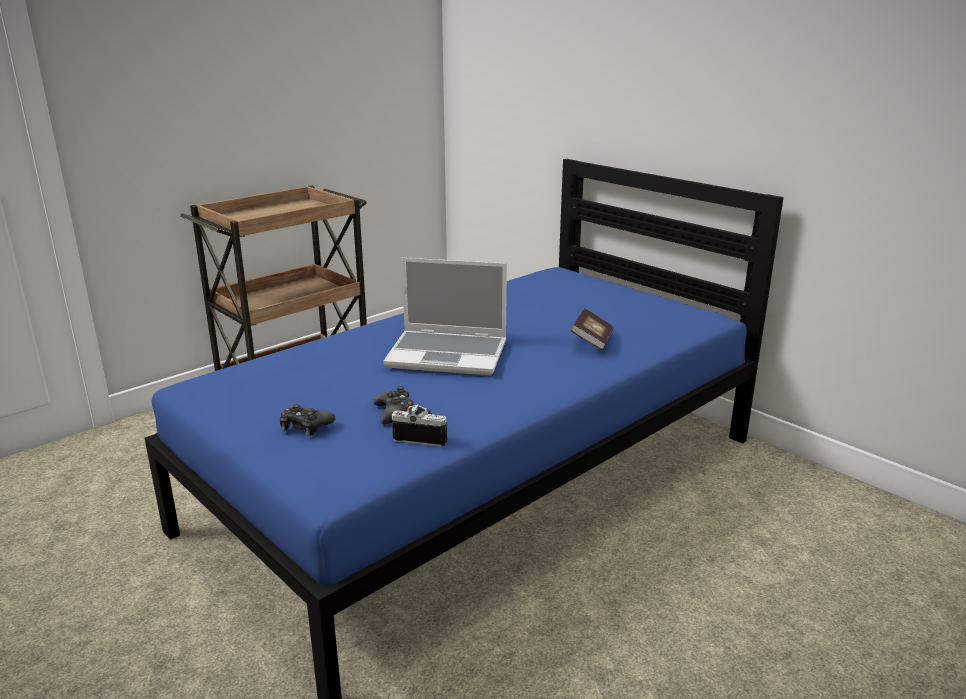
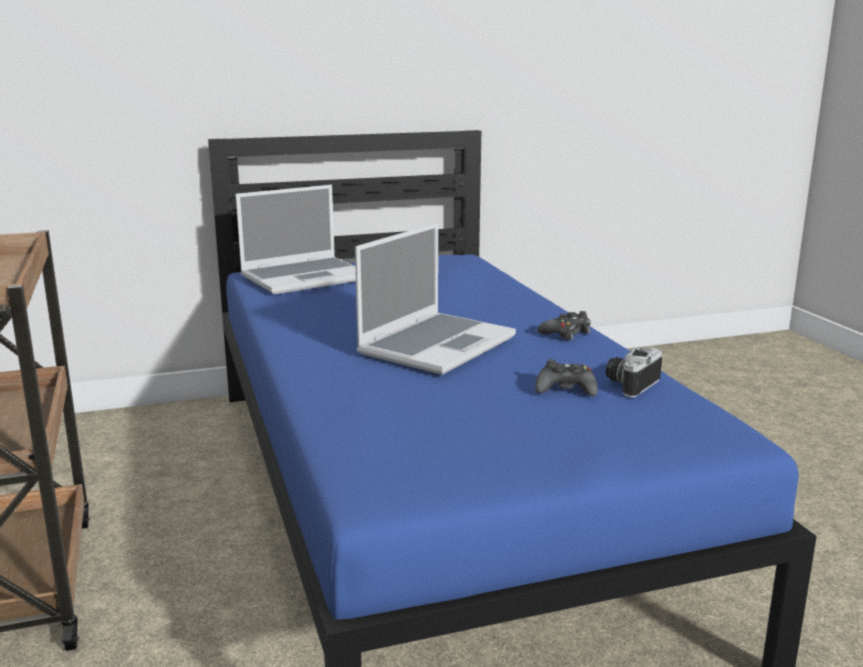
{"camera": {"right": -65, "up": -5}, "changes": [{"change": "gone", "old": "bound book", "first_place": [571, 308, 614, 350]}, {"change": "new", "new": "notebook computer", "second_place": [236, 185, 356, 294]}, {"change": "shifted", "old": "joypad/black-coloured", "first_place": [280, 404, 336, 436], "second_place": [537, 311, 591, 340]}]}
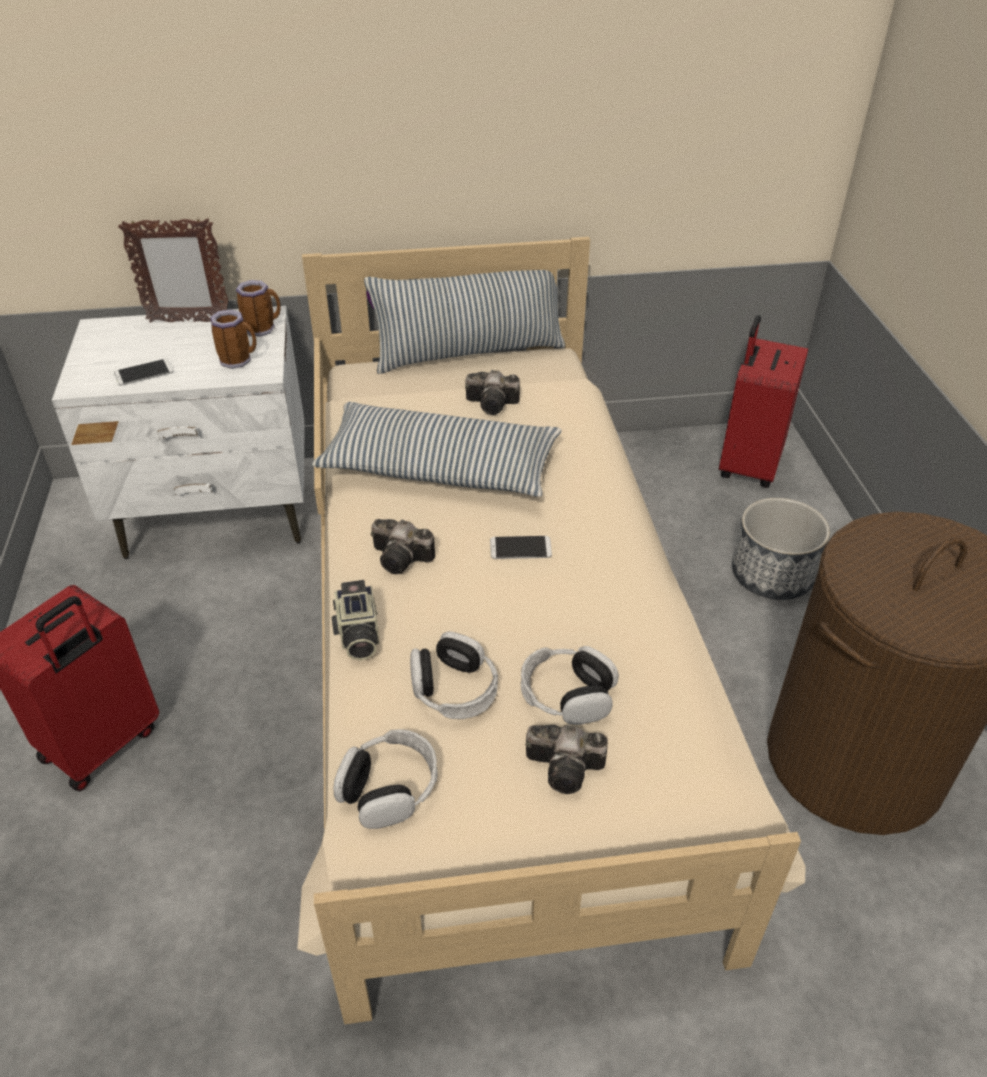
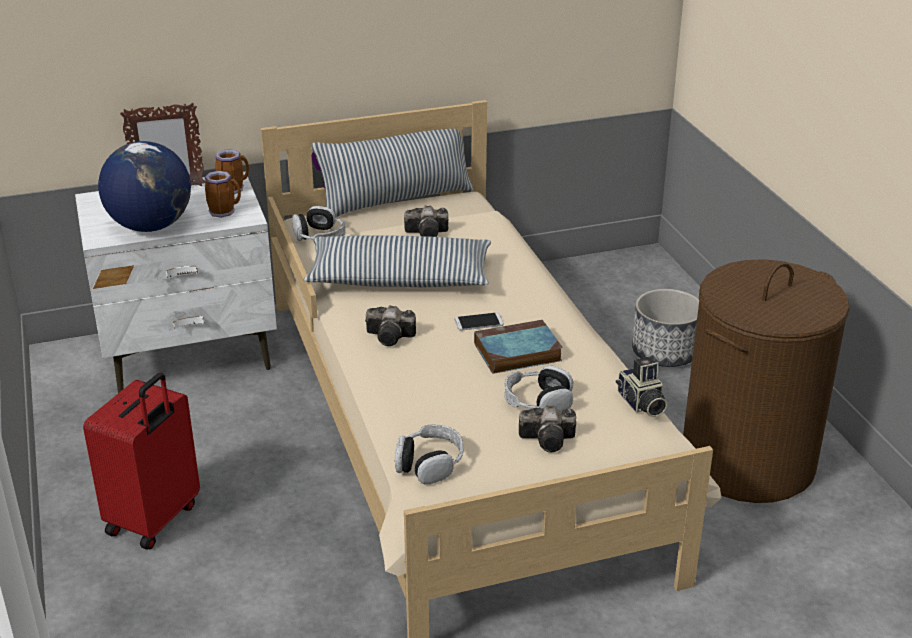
{"camera": {"right": -10, "up": -10}, "changes": [{"change": "gone", "old": "travel case/red", "first_place": [719, 315, 808, 488]}, {"change": "new", "new": "bound book", "second_place": [474, 320, 563, 374]}, {"change": "shifted", "old": "photo camera", "first_place": [332, 580, 379, 661], "second_place": [616, 357, 668, 417]}, {"change": "shifted", "old": "headset", "first_place": [410, 631, 498, 719], "second_place": [292, 206, 345, 241]}, {"change": "swapped", "old": "handset", "new": "world globe", "first_place": [114, 359, 174, 386], "second_place": [98, 141, 191, 232]}]}
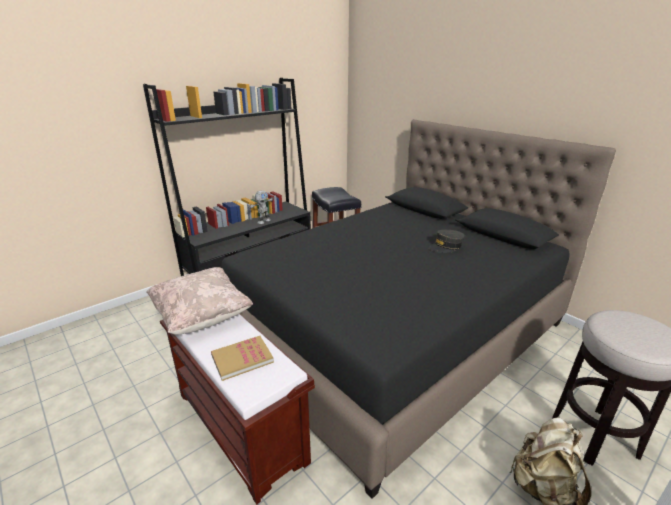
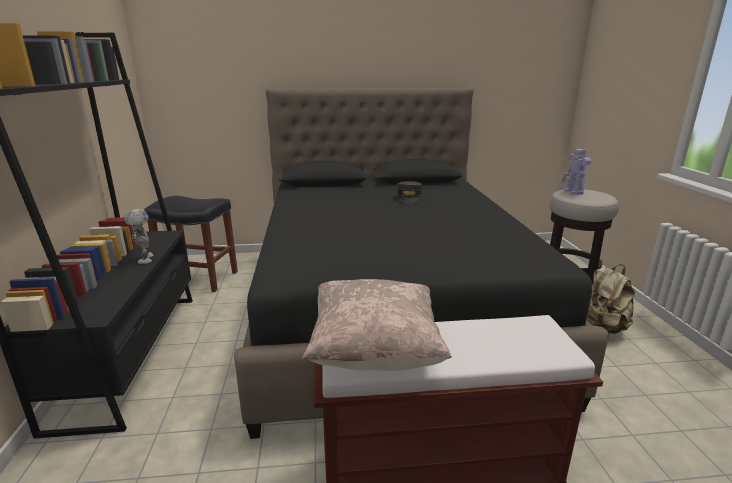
{"camera": {"right": -55, "up": -5}, "changes": [{"change": "gone", "old": "bound book", "first_place": [211, 336, 274, 381]}, {"change": "new", "new": "model robot", "second_place": [561, 149, 591, 195]}]}
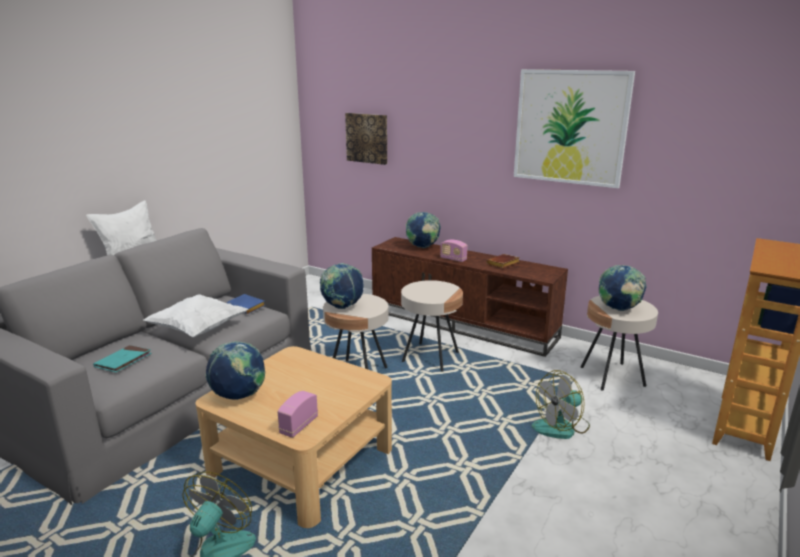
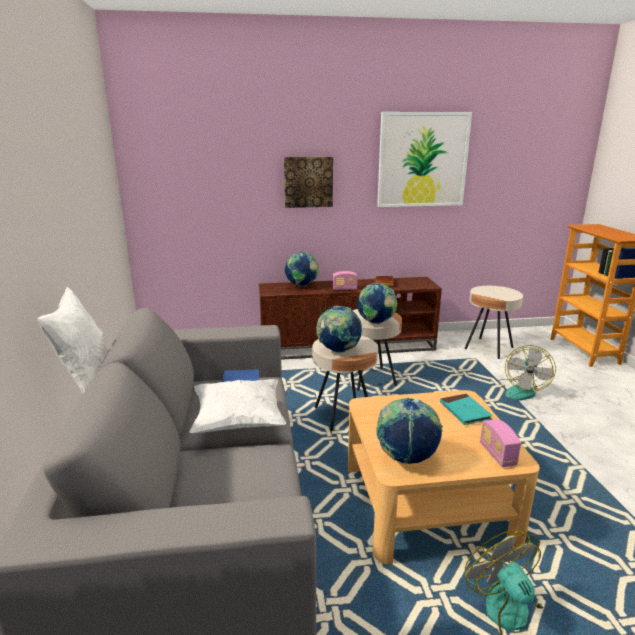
{"camera": {"right": -40, "up": 0}, "changes": [{"change": "shifted", "old": "bound book/turquoise", "first_place": [93, 345, 151, 372], "second_place": [440, 394, 493, 425]}, {"change": "shifted", "old": "wall art", "first_place": [345, 113, 387, 165], "second_place": [284, 157, 333, 208]}, {"change": "shifted", "old": "world globe", "first_place": [599, 265, 647, 311], "second_place": [357, 283, 397, 324]}]}
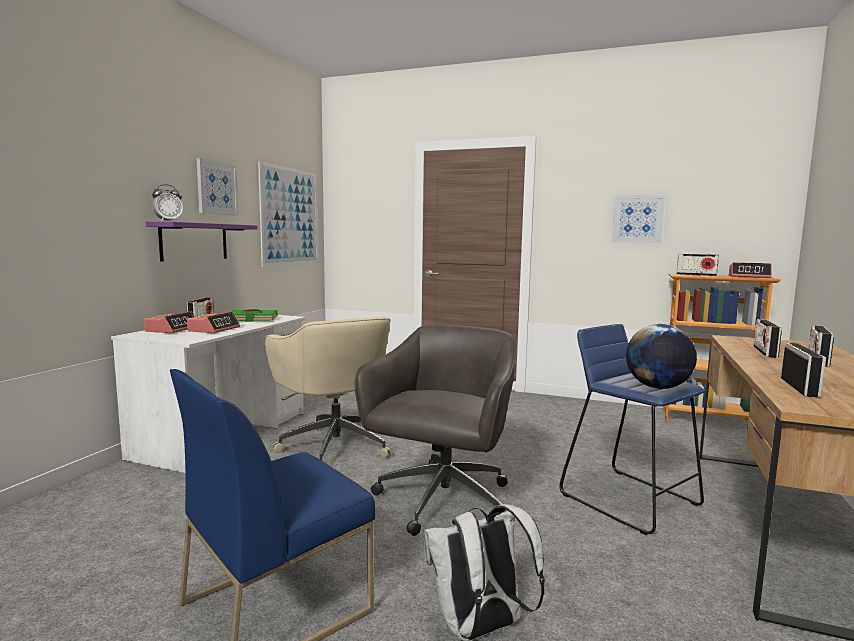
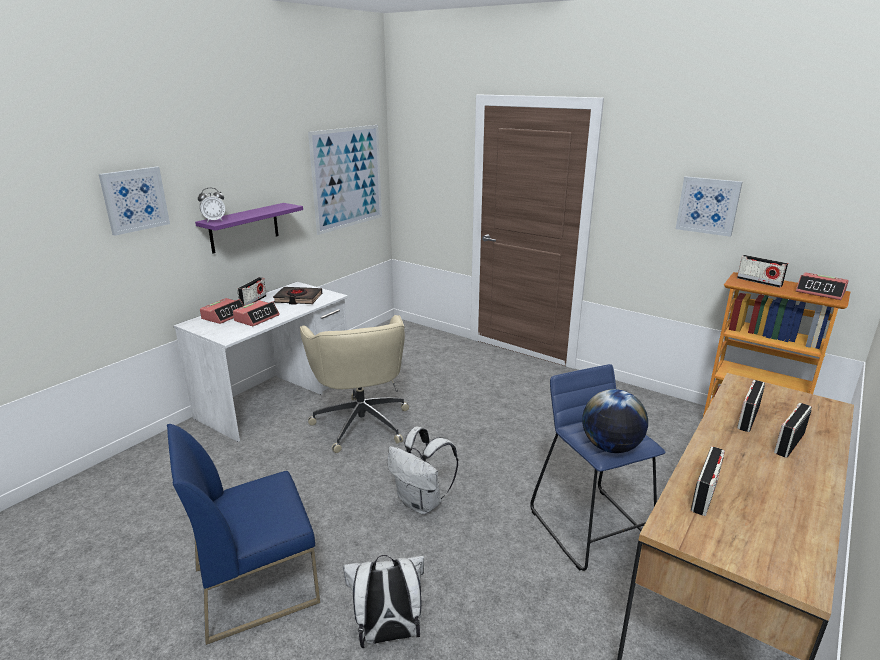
{"camera": {"right": 15, "up": 15}, "changes": [{"change": "shifted", "old": "wall art", "first_place": [197, 158, 238, 215], "second_place": [99, 167, 170, 236]}, {"change": "swapped", "old": "office chair/gray", "new": "backpack/white-coloured", "first_place": [355, 324, 516, 536], "second_place": [388, 427, 458, 515]}, {"change": "repainted", "old": "bound book/green", "new": "bound book/black-coloured", "first_place": [231, 309, 278, 322], "second_place": [273, 287, 322, 305]}]}
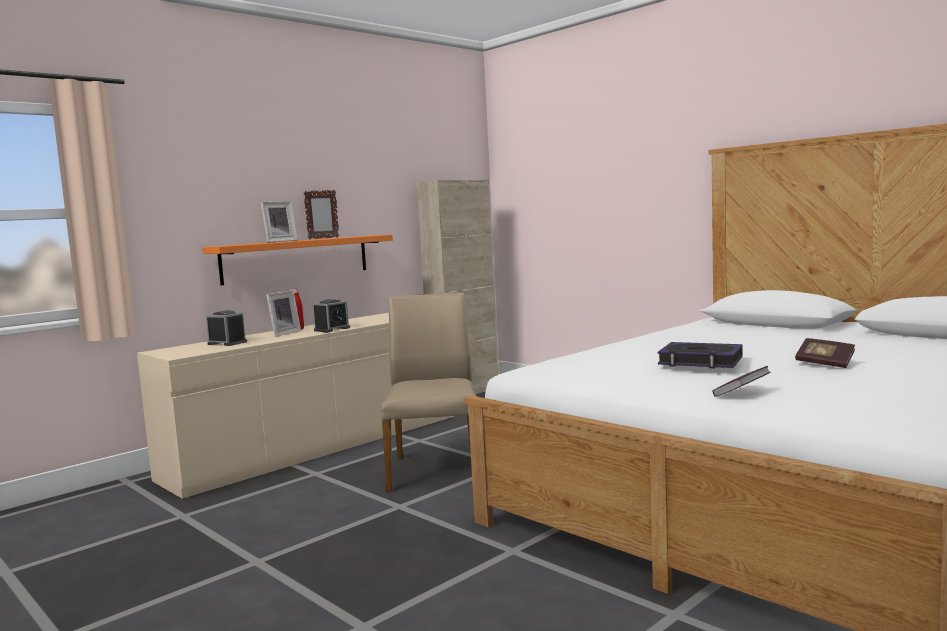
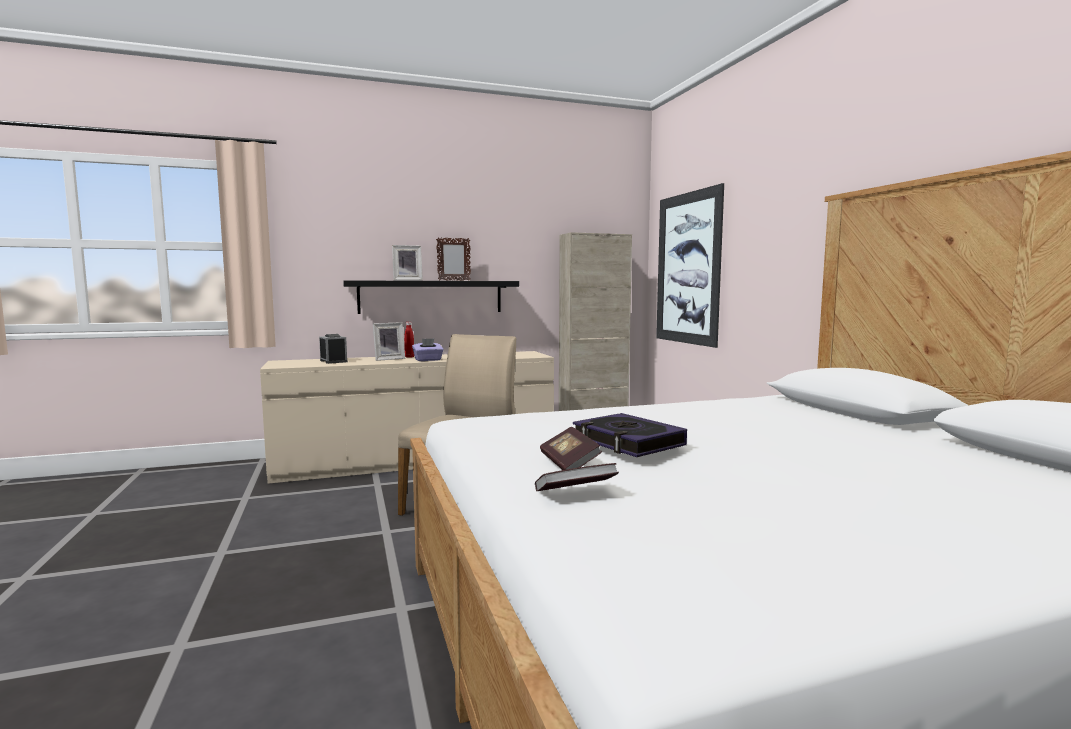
{"camera": {"right": 25, "up": 0}, "changes": [{"change": "new", "new": "wall art", "second_place": [656, 183, 724, 348]}, {"change": "shifted", "old": "bound book", "first_place": [795, 338, 855, 368], "second_place": [540, 426, 602, 470]}, {"change": "swapped", "old": "bedside clock", "new": "tissue holder/purple-coloured", "first_place": [313, 299, 350, 332], "second_place": [412, 339, 444, 361]}, {"change": "repainted", "old": "bracket shelf/orange-coloured", "new": "bracket shelf/black-coloured", "first_place": [202, 235, 393, 286], "second_place": [343, 280, 519, 314]}]}
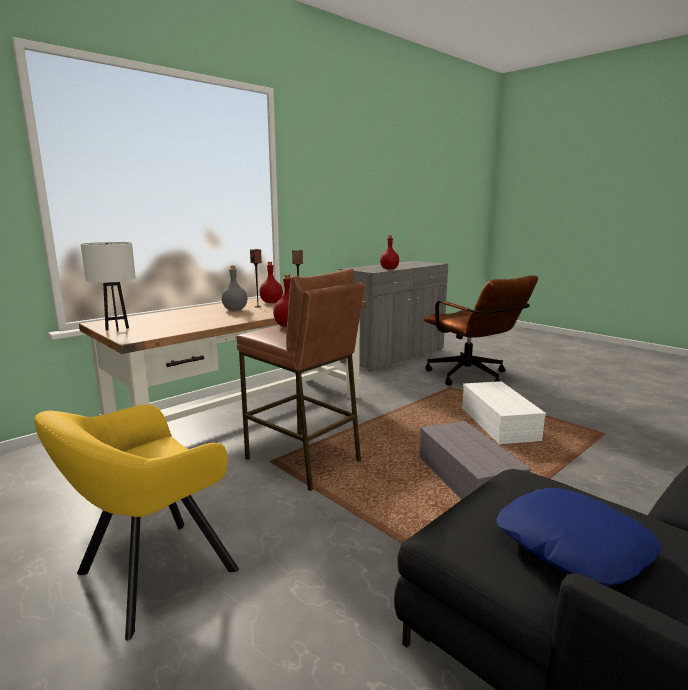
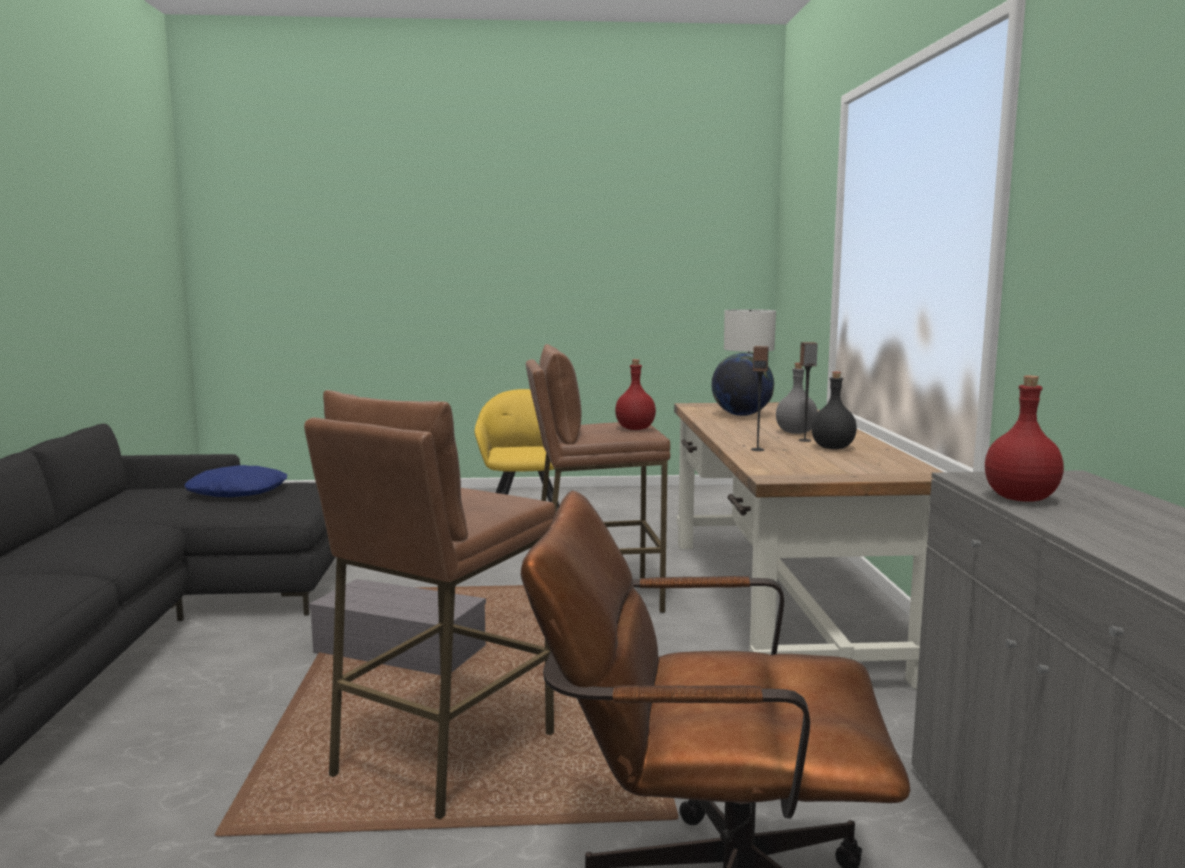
{"camera": {"right": 130, "up": -5}, "changes": [{"change": "new", "new": "world globe", "second_place": [711, 353, 774, 416]}, {"change": "swapped", "old": "storage bin/white-coloured", "new": "stool seat/brown", "first_place": [462, 381, 546, 444], "second_place": [304, 390, 555, 819]}, {"change": "repainted", "old": "beverage bottle/red", "new": "beverage bottle/black-coloured", "first_place": [259, 262, 283, 303], "second_place": [811, 372, 857, 449]}]}
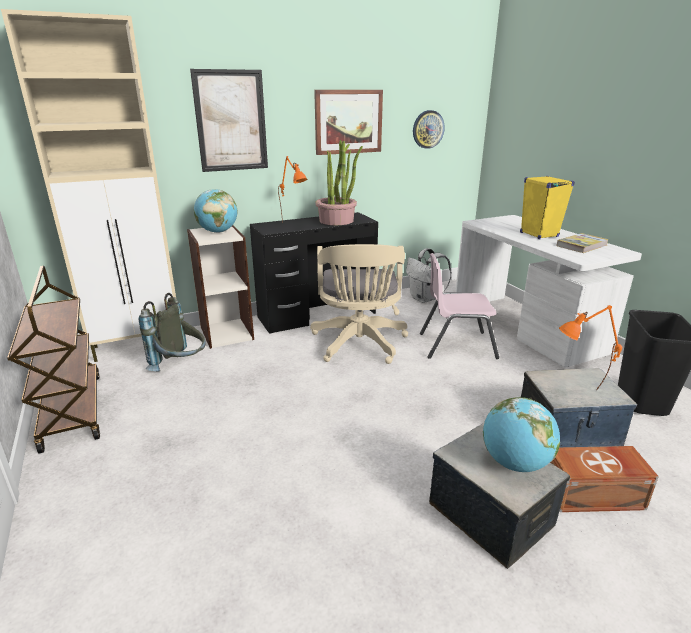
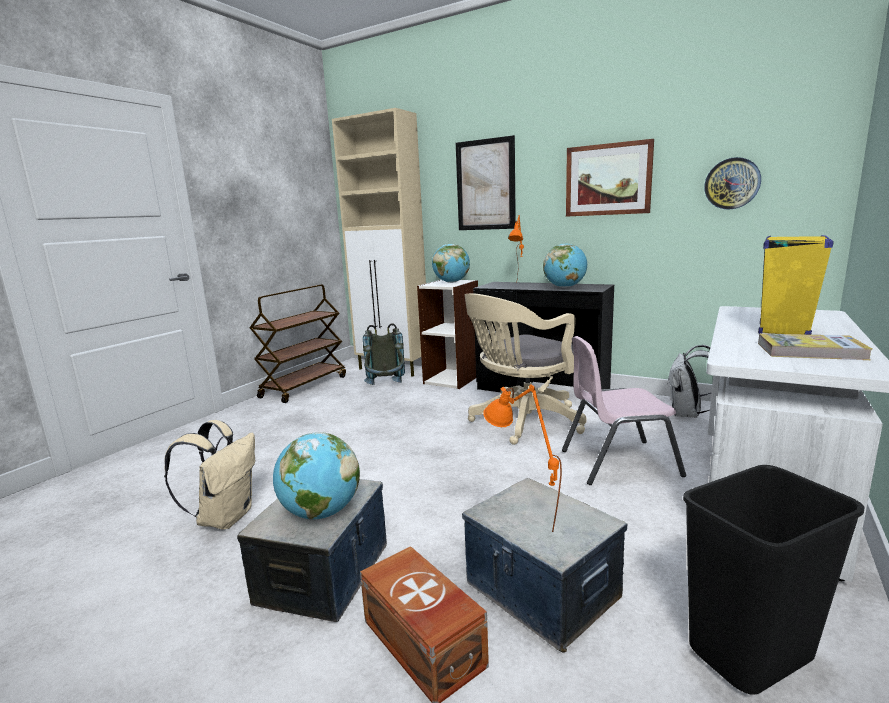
{"camera": {"right": 55, "up": -10}, "changes": [{"change": "new", "new": "backpack/beige-coloured", "second_place": [164, 420, 255, 530]}, {"change": "swapped", "old": "potted plant", "new": "world globe", "first_place": [315, 140, 363, 225], "second_place": [543, 243, 587, 288]}, {"change": "rotated", "old": "chair/pink", "first_place": [420, 253, 499, 359], "second_place": [562, 336, 686, 485], "degrees": -60}]}
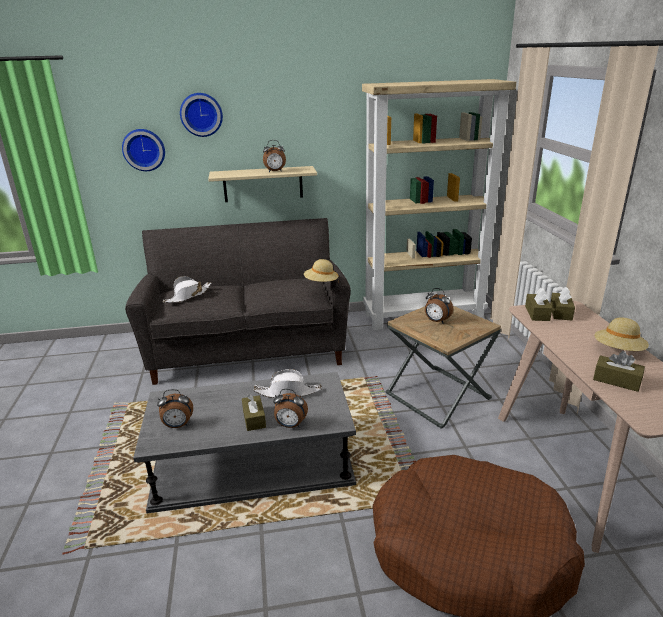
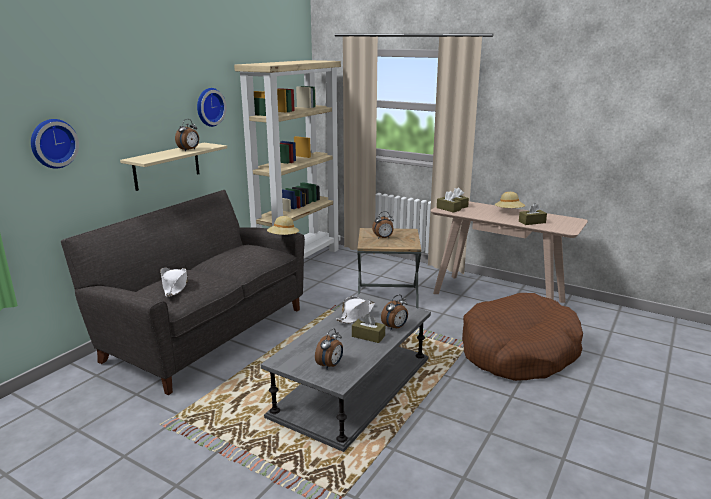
{"camera": {"right": -50, "up": -5}, "changes": [{"change": "shifted", "old": "hanging clock", "first_place": [180, 93, 223, 137], "second_place": [197, 88, 226, 127]}]}
